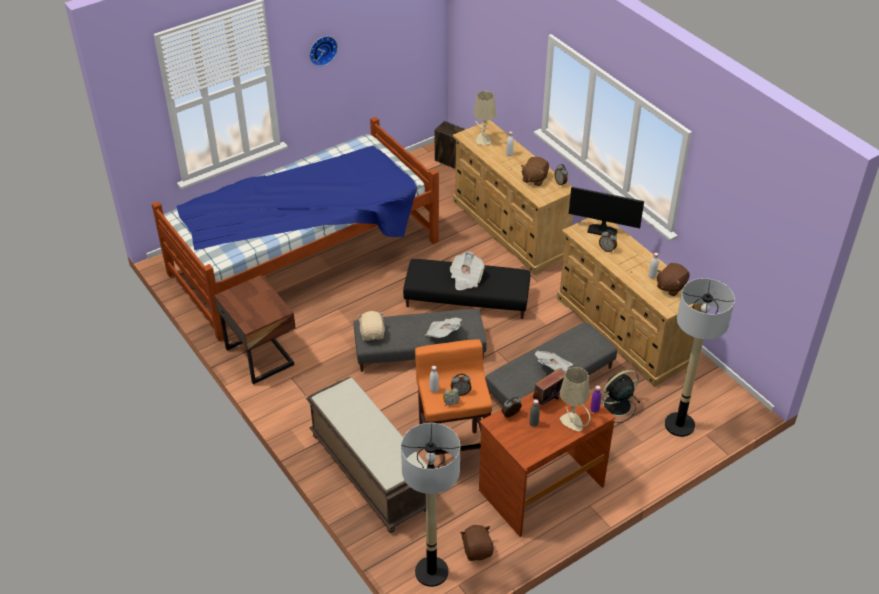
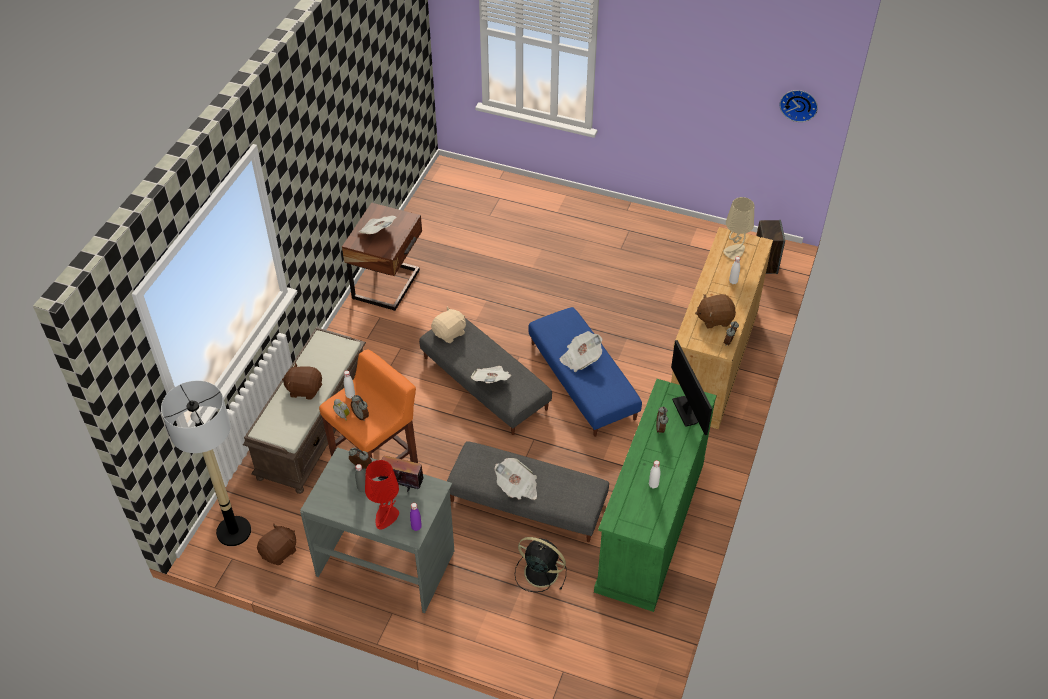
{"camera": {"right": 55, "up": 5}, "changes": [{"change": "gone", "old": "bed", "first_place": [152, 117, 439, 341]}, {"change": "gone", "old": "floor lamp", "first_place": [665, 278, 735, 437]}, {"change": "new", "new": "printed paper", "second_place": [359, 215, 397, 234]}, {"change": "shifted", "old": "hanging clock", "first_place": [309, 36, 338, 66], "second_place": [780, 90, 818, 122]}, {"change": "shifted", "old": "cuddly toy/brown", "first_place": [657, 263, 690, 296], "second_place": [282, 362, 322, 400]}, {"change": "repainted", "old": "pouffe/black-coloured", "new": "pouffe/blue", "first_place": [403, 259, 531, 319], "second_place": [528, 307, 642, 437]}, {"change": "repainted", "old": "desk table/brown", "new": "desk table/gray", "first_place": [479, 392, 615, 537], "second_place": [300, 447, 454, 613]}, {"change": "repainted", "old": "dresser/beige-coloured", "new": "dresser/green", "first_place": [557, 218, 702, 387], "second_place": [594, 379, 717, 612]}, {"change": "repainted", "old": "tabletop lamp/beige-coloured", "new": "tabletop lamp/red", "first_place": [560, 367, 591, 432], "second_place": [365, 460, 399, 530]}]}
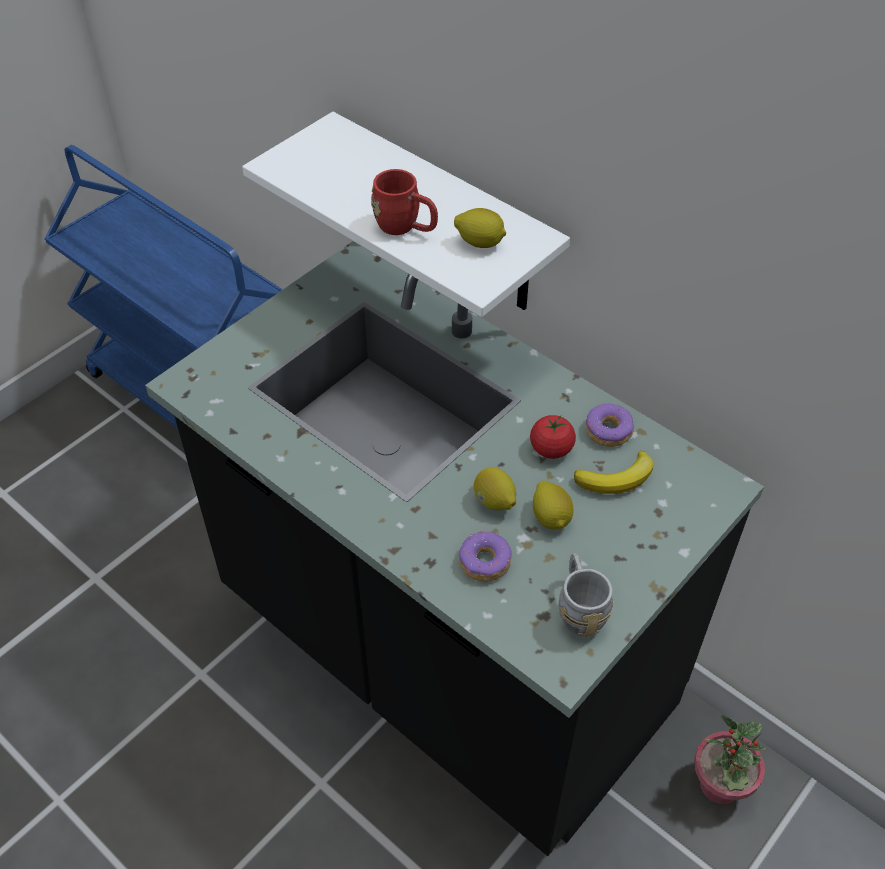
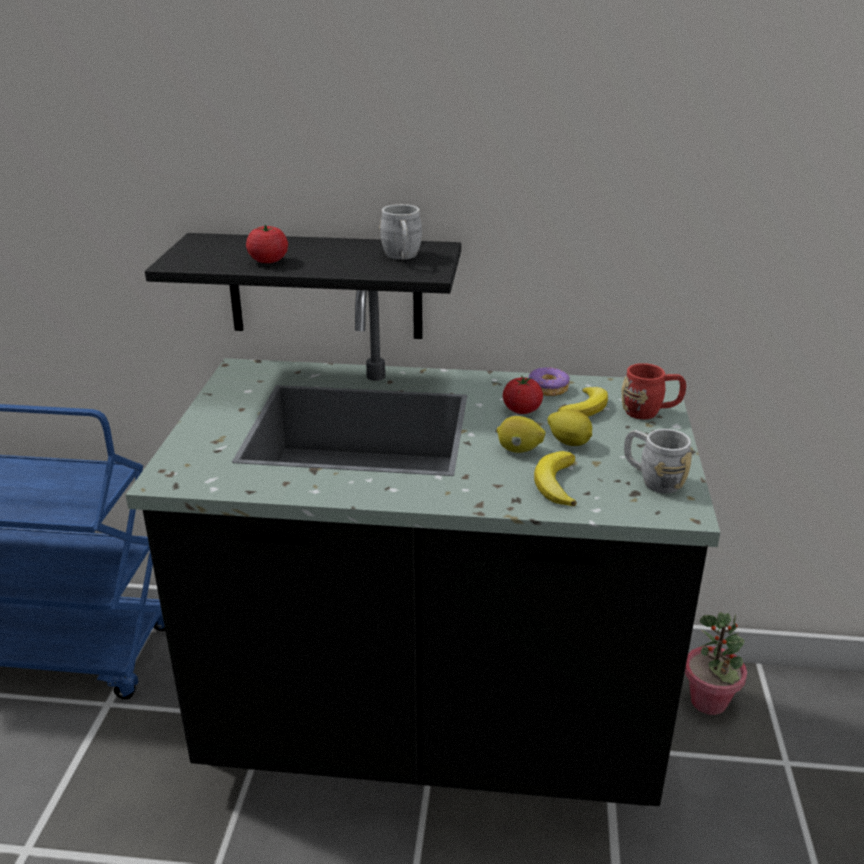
{"camera": {"right": -35, "up": -20}, "changes": [{"change": "new", "new": "fresh tomato", "second_place": [246, 224, 288, 263]}, {"change": "shifted", "old": "coffee mug/red", "first_place": [371, 169, 438, 235], "second_place": [622, 363, 686, 419]}, {"change": "swapped", "old": "citrus fruit", "new": "coffee mug/gray", "first_place": [454, 208, 506, 248], "second_place": [379, 204, 422, 260]}, {"change": "swapped", "old": "donut", "new": "whole banana", "first_place": [459, 531, 512, 582], "second_place": [534, 451, 577, 506]}, {"change": "repainted", "old": "bracket shelf/white-coloured", "new": "bracket shelf/black-coloured", "first_place": [242, 112, 570, 317], "second_place": [145, 233, 461, 339]}]}
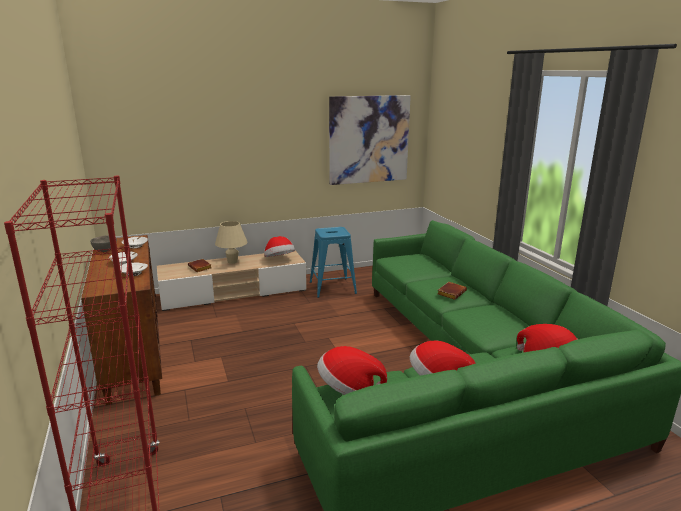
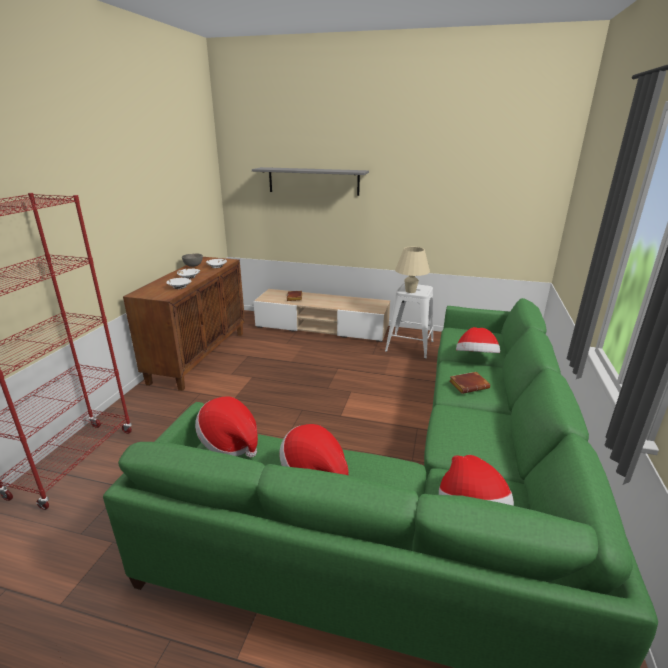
{"camera": {"right": 35, "up": 5}, "changes": [{"change": "gone", "old": "wall art", "first_place": [329, 95, 411, 185]}, {"change": "new", "new": "bracket shelf/gray", "second_place": [252, 167, 369, 196]}, {"change": "shifted", "old": "tabletop lamp/beige-coloured", "first_place": [215, 221, 248, 264], "second_place": [395, 247, 430, 293]}, {"change": "shifted", "old": "hat", "first_place": [264, 236, 295, 257], "second_place": [456, 327, 500, 353]}, {"change": "repainted", "old": "stool seat/blue", "new": "stool seat/white-coloured", "first_place": [310, 227, 357, 298], "second_place": [385, 283, 434, 359]}]}
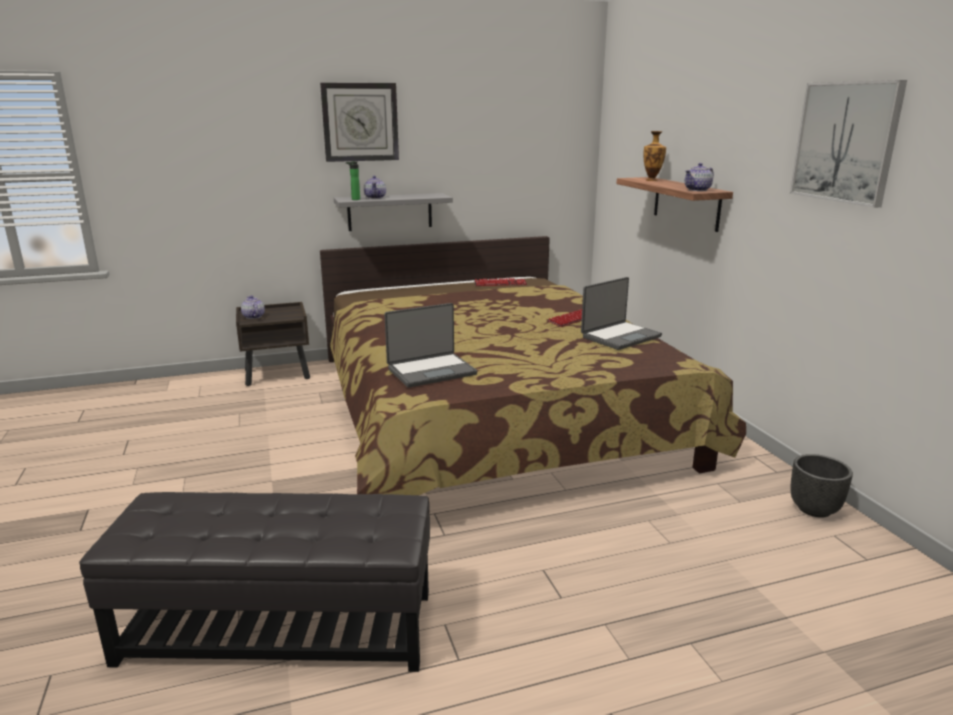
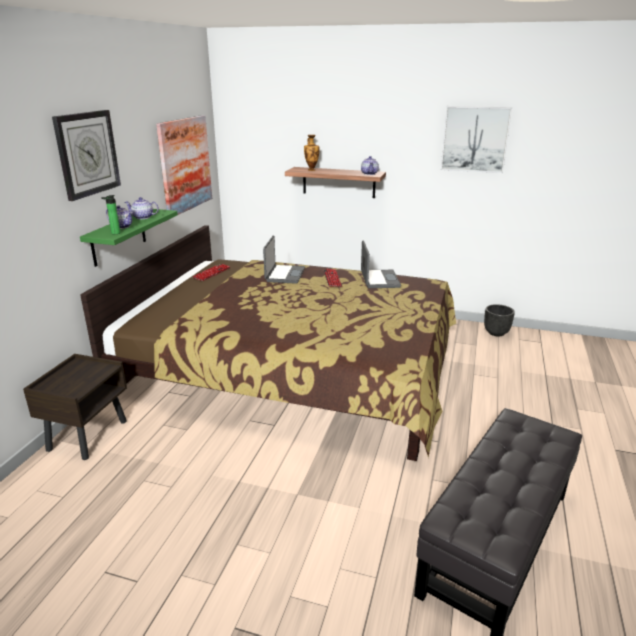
{"camera": {"right": -55, "up": 5}, "changes": [{"change": "new", "new": "wall art", "second_place": [156, 115, 212, 215]}, {"change": "shifted", "old": "pot for tea", "first_place": [241, 295, 265, 319], "second_place": [125, 197, 159, 219]}, {"change": "shifted", "old": "notebook computer", "first_place": [384, 303, 477, 388], "second_place": [263, 236, 305, 284]}, {"change": "repainted", "old": "bracket shelf/gray", "new": "bracket shelf/green", "first_place": [334, 193, 453, 231], "second_place": [80, 209, 178, 267]}]}
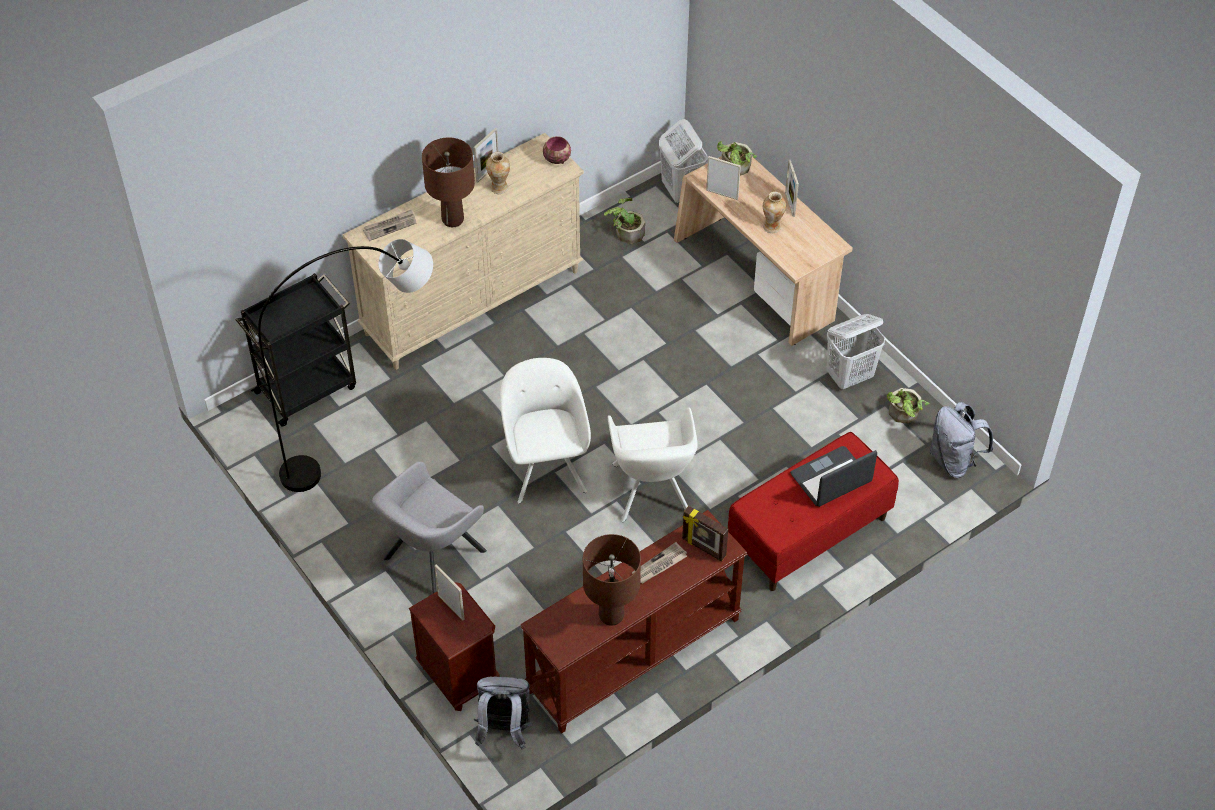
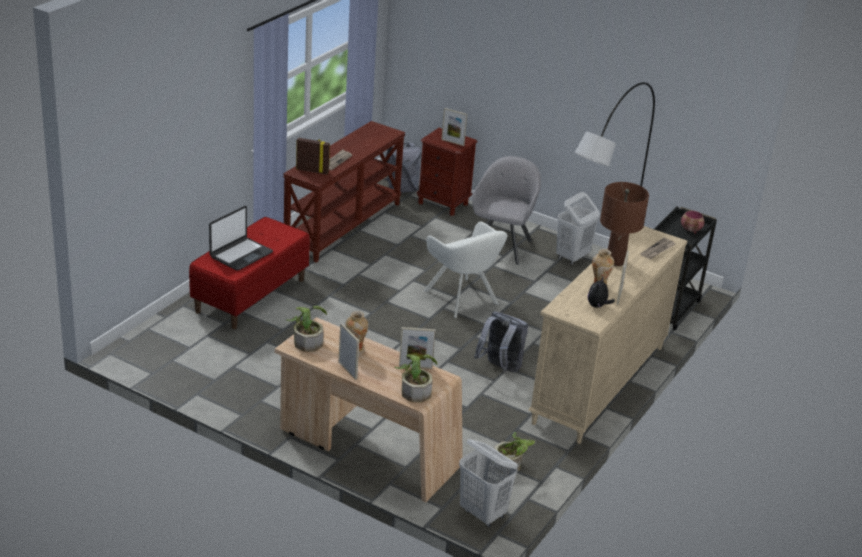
{"camera": {"right": 155, "up": -20}, "changes": [{"change": "gone", "old": "tabletop lamp/brown", "first_place": [583, 534, 641, 626]}, {"change": "gone", "old": "armchair/white-coloured", "first_place": [608, 407, 698, 522]}, {"change": "new", "new": "cuddly toy", "second_place": [588, 276, 615, 308]}, {"change": "shifted", "old": "deep dish", "first_place": [543, 136, 571, 164], "second_place": [681, 211, 705, 234]}, {"change": "shifted", "old": "laundry basket/white-coloured", "first_place": [827, 314, 885, 389], "second_place": [556, 192, 600, 265]}, {"change": "shifted", "old": "potted plant", "first_place": [887, 388, 929, 424], "second_place": [286, 306, 327, 352]}, {"change": "shifted", "old": "backpack/gray", "first_place": [930, 402, 993, 478], "second_place": [474, 311, 528, 372]}]}
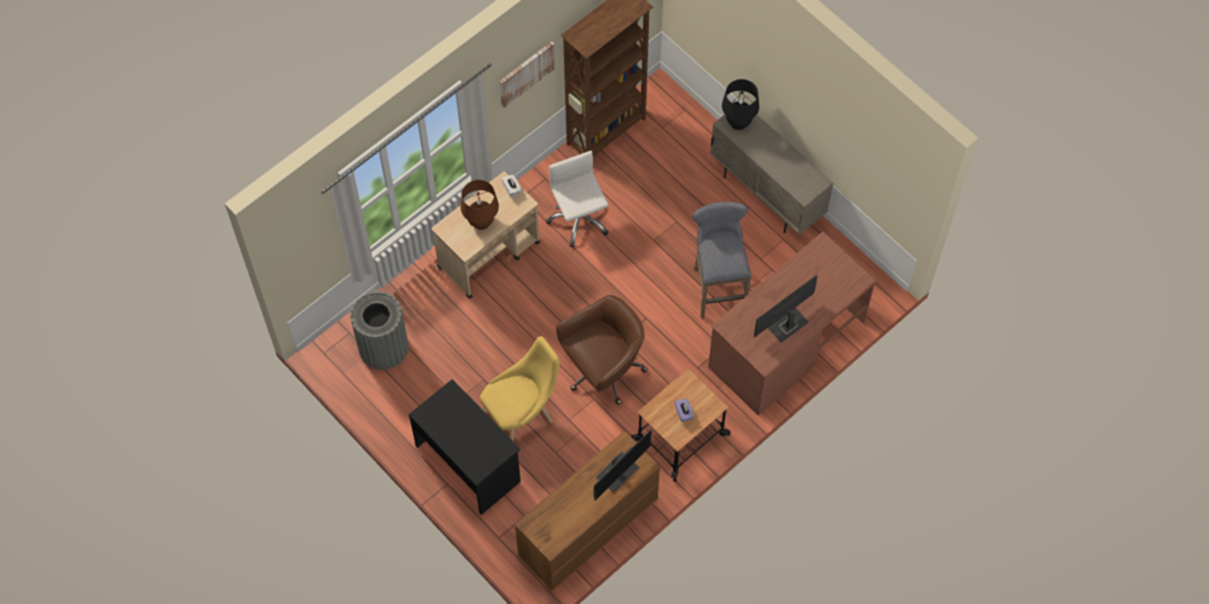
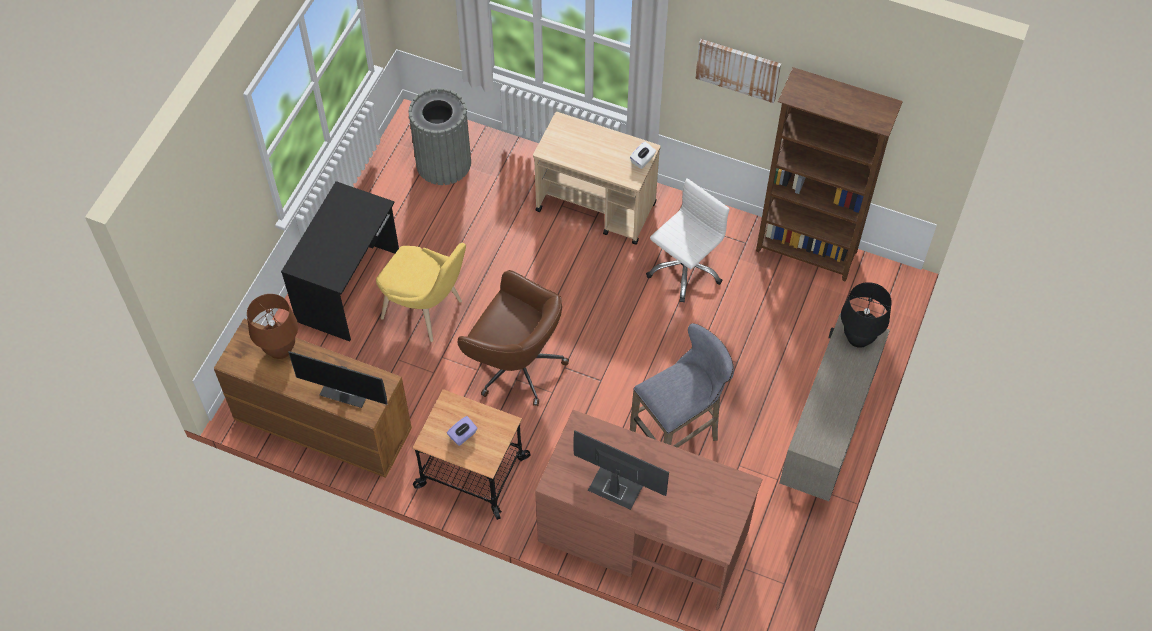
{"camera": {"right": 65, "up": -5}, "changes": [{"change": "shifted", "old": "tabletop lamp/brown", "first_place": [461, 180, 499, 230], "second_place": [247, 294, 298, 359]}]}
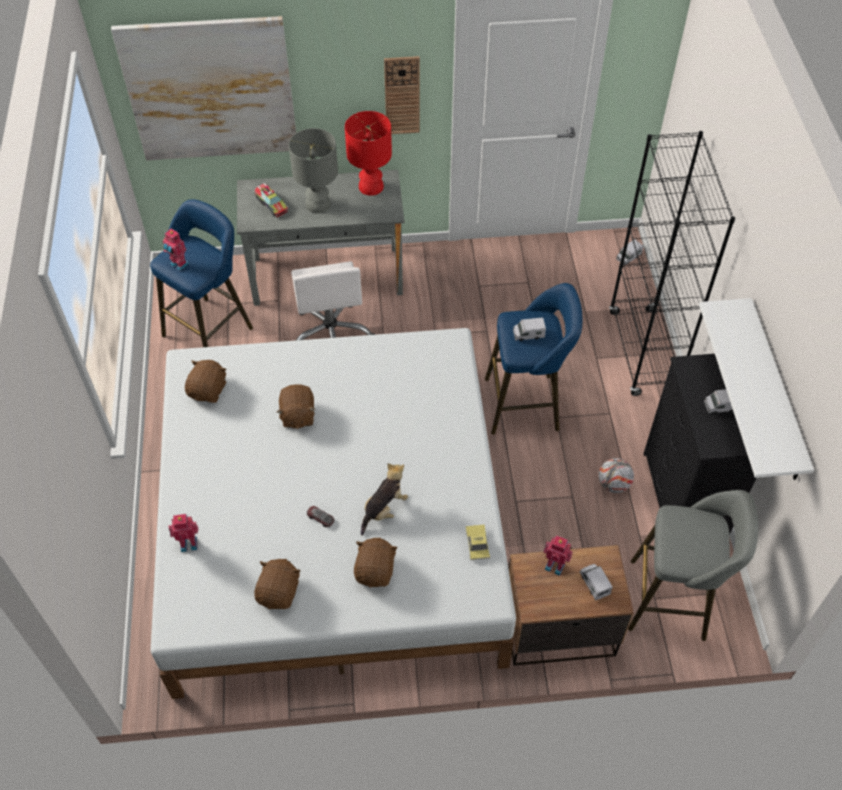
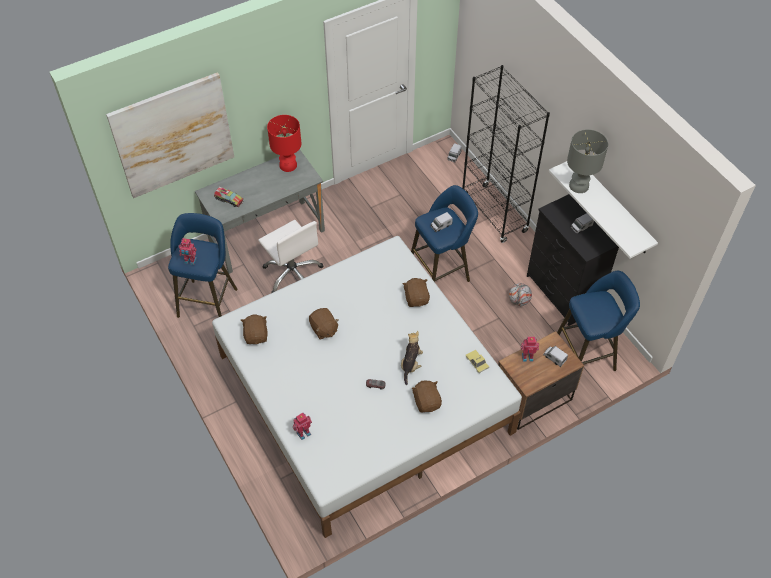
{"camera": {"right": -25, "up": 0}, "changes": [{"change": "gone", "old": "hanging clock", "first_place": [384, 56, 420, 134]}, {"change": "shifted", "old": "cuddly toy/brown", "first_place": [254, 559, 301, 609], "second_place": [403, 278, 430, 307]}, {"change": "shifted", "old": "tabletop lamp/gray", "first_place": [289, 128, 338, 214], "second_place": [567, 129, 608, 193]}, {"change": "repainted", "old": "stool seat/gray", "new": "stool seat/blue", "first_place": [628, 490, 758, 641], "second_place": [557, 271, 640, 371]}]}
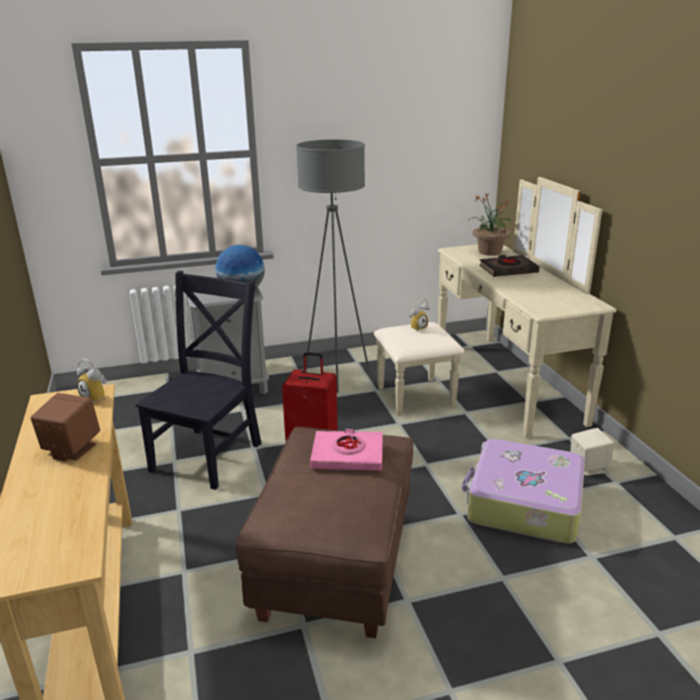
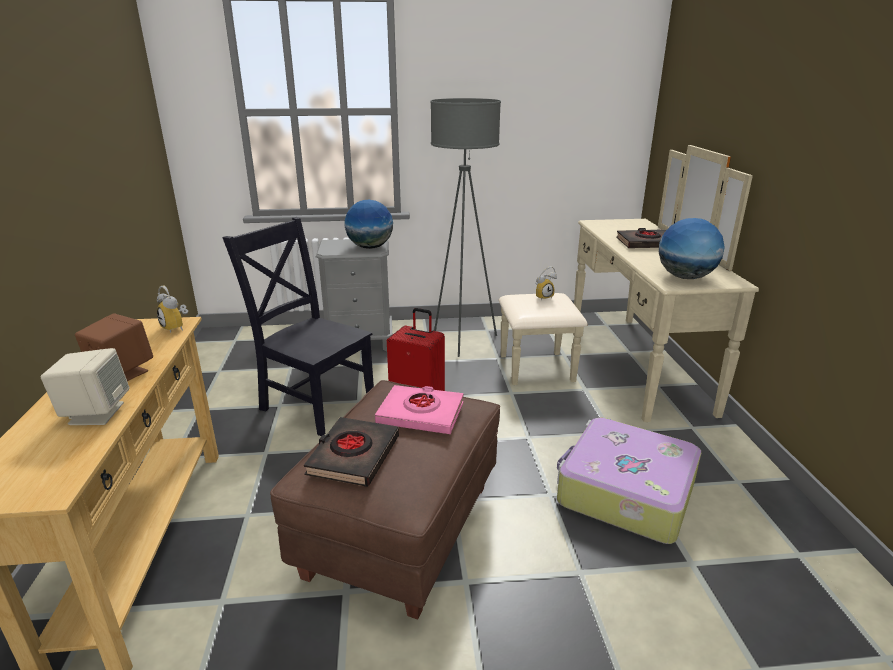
{"camera": {"right": 10, "up": 0}, "changes": [{"change": "gone", "old": "potted plant", "first_place": [470, 194, 511, 256]}, {"change": "new", "new": "bound book/black-coloured", "second_place": [304, 417, 399, 487]}, {"change": "new", "new": "world globe", "second_place": [659, 218, 725, 279]}, {"change": "shifted", "old": "loudspeaker/beige-coloured", "first_place": [570, 428, 614, 476], "second_place": [41, 348, 130, 425]}, {"change": "rotated", "old": "chair/black-coloured", "first_place": [135, 271, 261, 490], "second_place": [222, 217, 374, 436], "degrees": -90}]}
